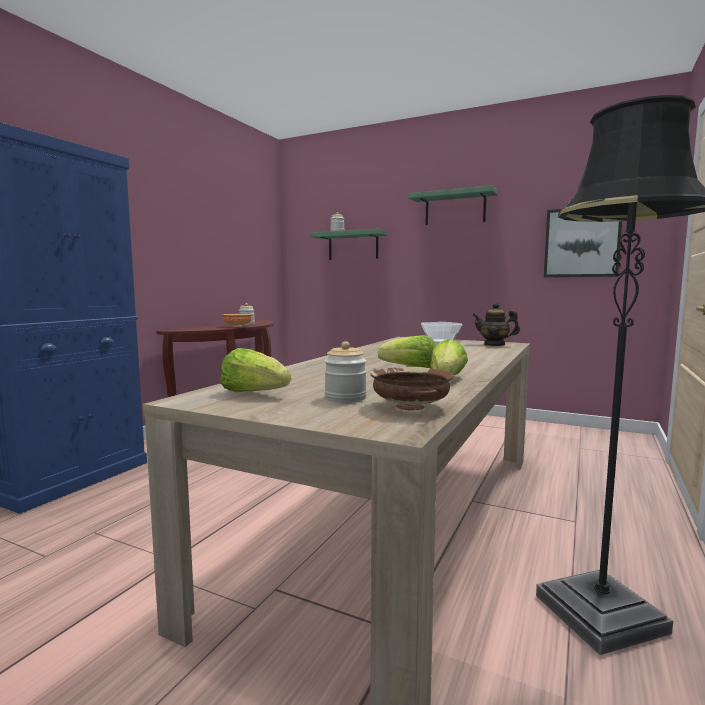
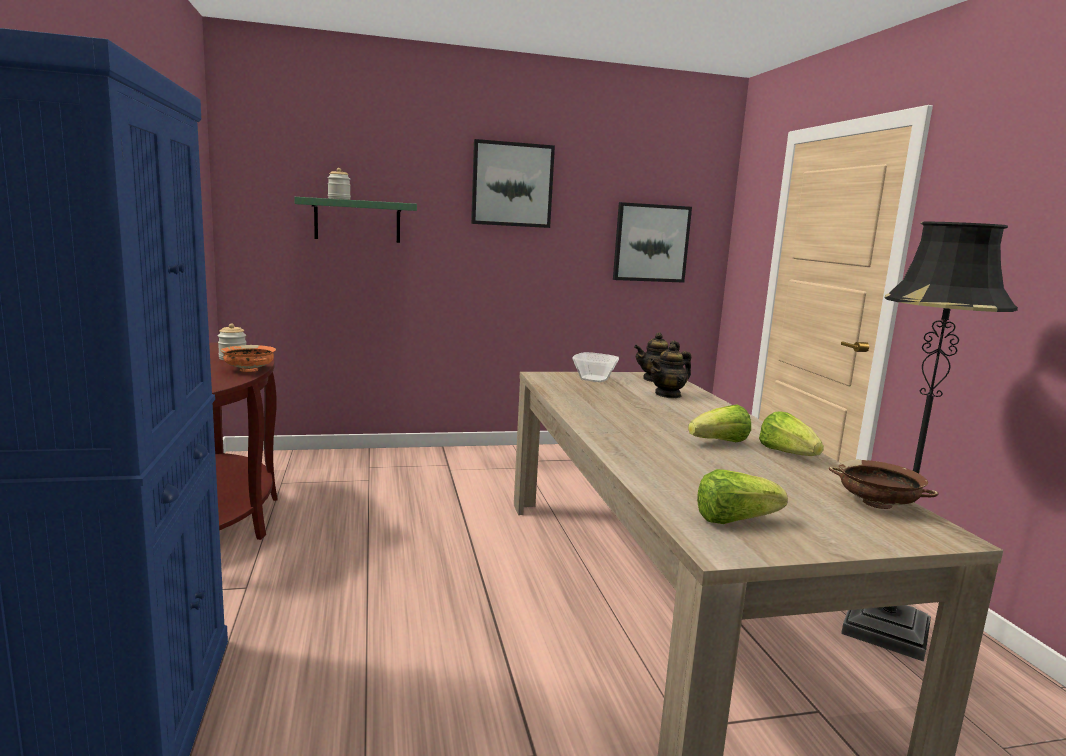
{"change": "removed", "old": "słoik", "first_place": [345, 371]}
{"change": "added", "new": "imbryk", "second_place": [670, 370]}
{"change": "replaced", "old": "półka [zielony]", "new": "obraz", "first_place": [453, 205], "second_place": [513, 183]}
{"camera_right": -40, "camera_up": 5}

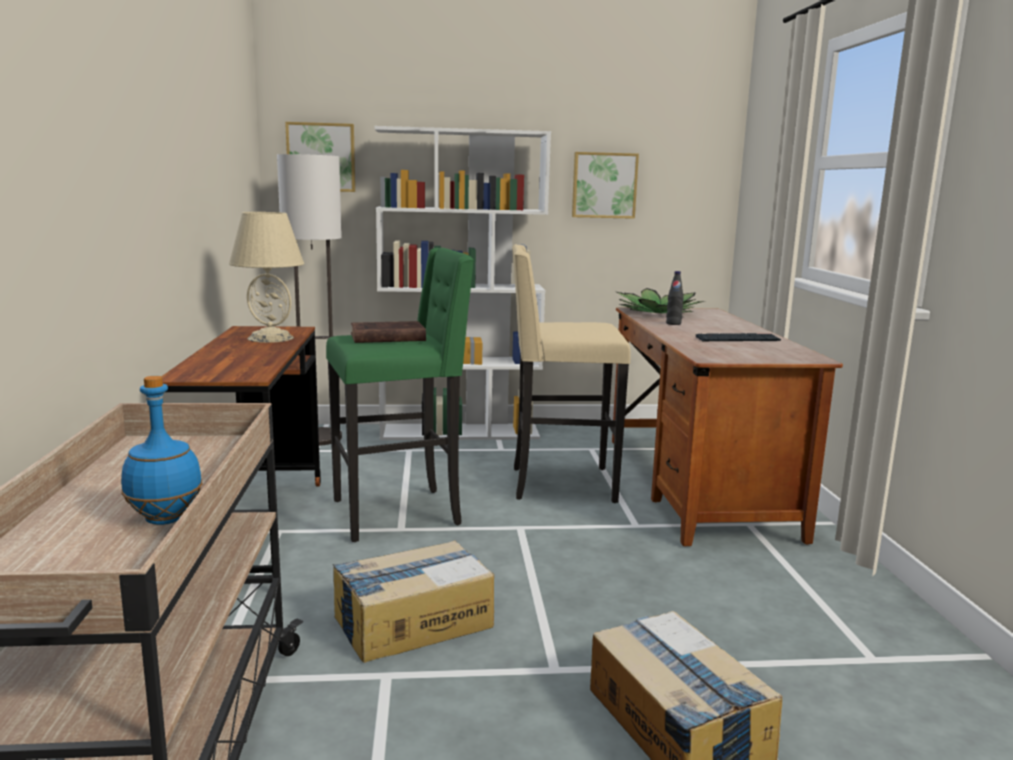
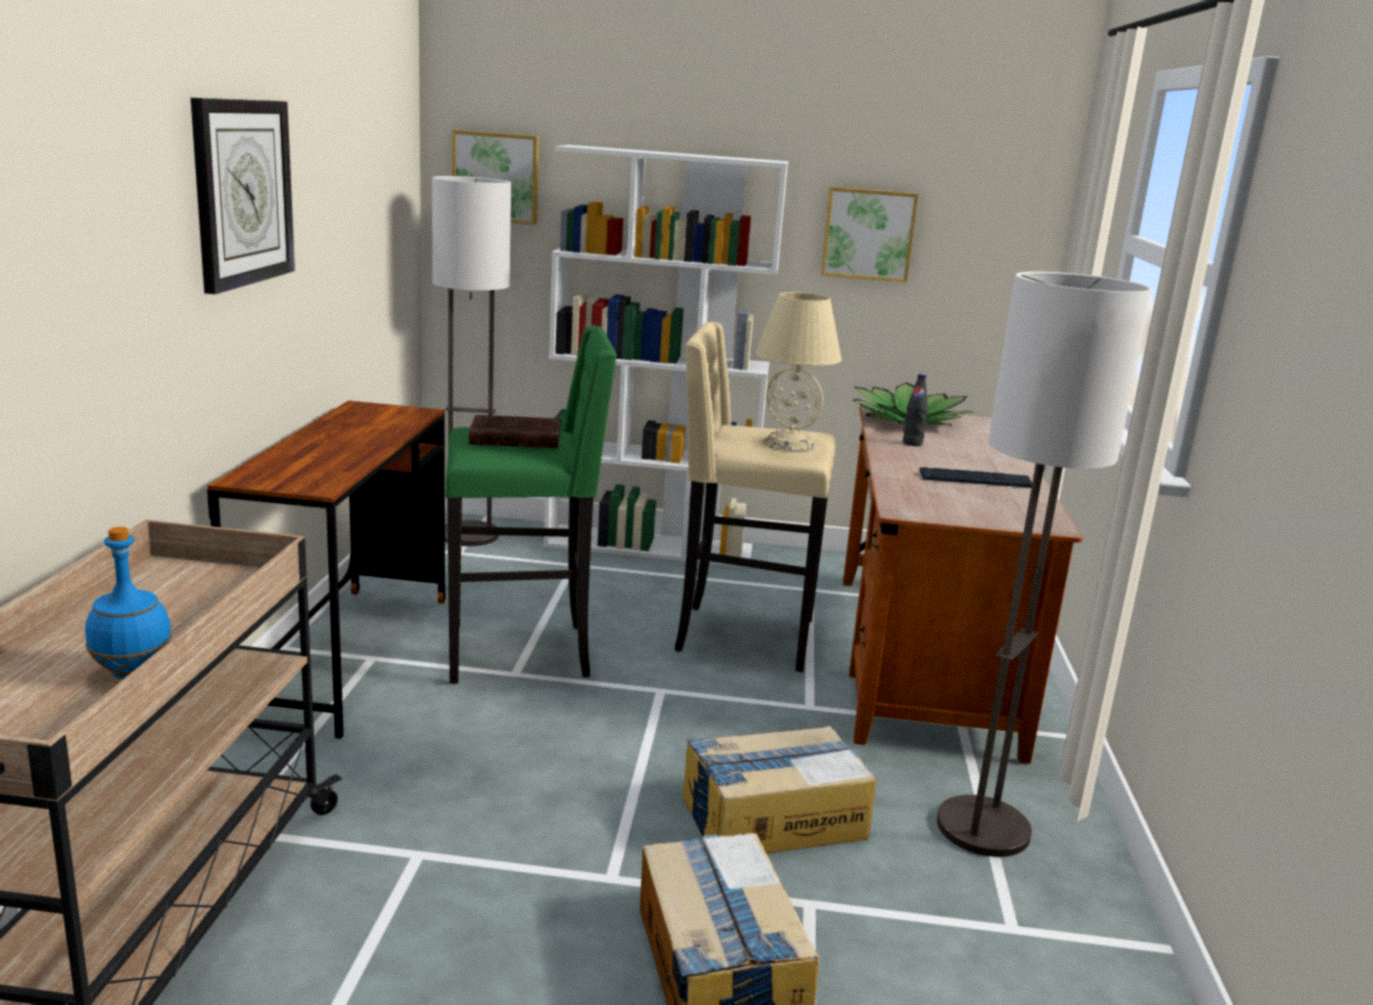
{"change": "added", "new": "zegar ścienny", "second_place": [243, 196]}
{"change": "added", "new": "lampa stojąca", "second_place": [1044, 564]}
{"change": "moved", "old": "lampa stołowa [beżowy]", "first_place": [266, 277], "second_place": [799, 371]}
{"change": "moved", "old": "karton", "first_place": [413, 601], "second_place": [779, 790]}
{"camera_right": 10, "camera_up": 5}

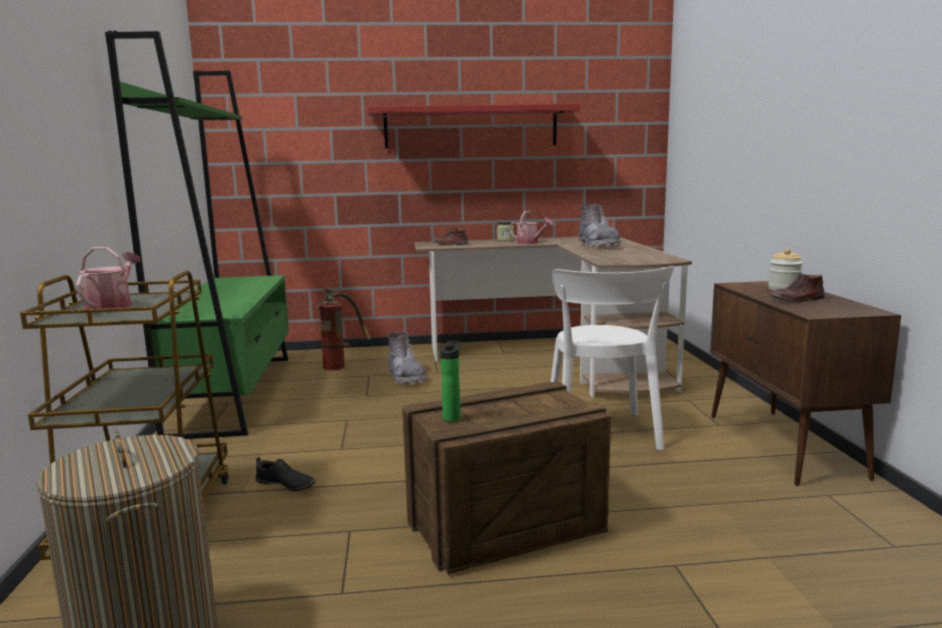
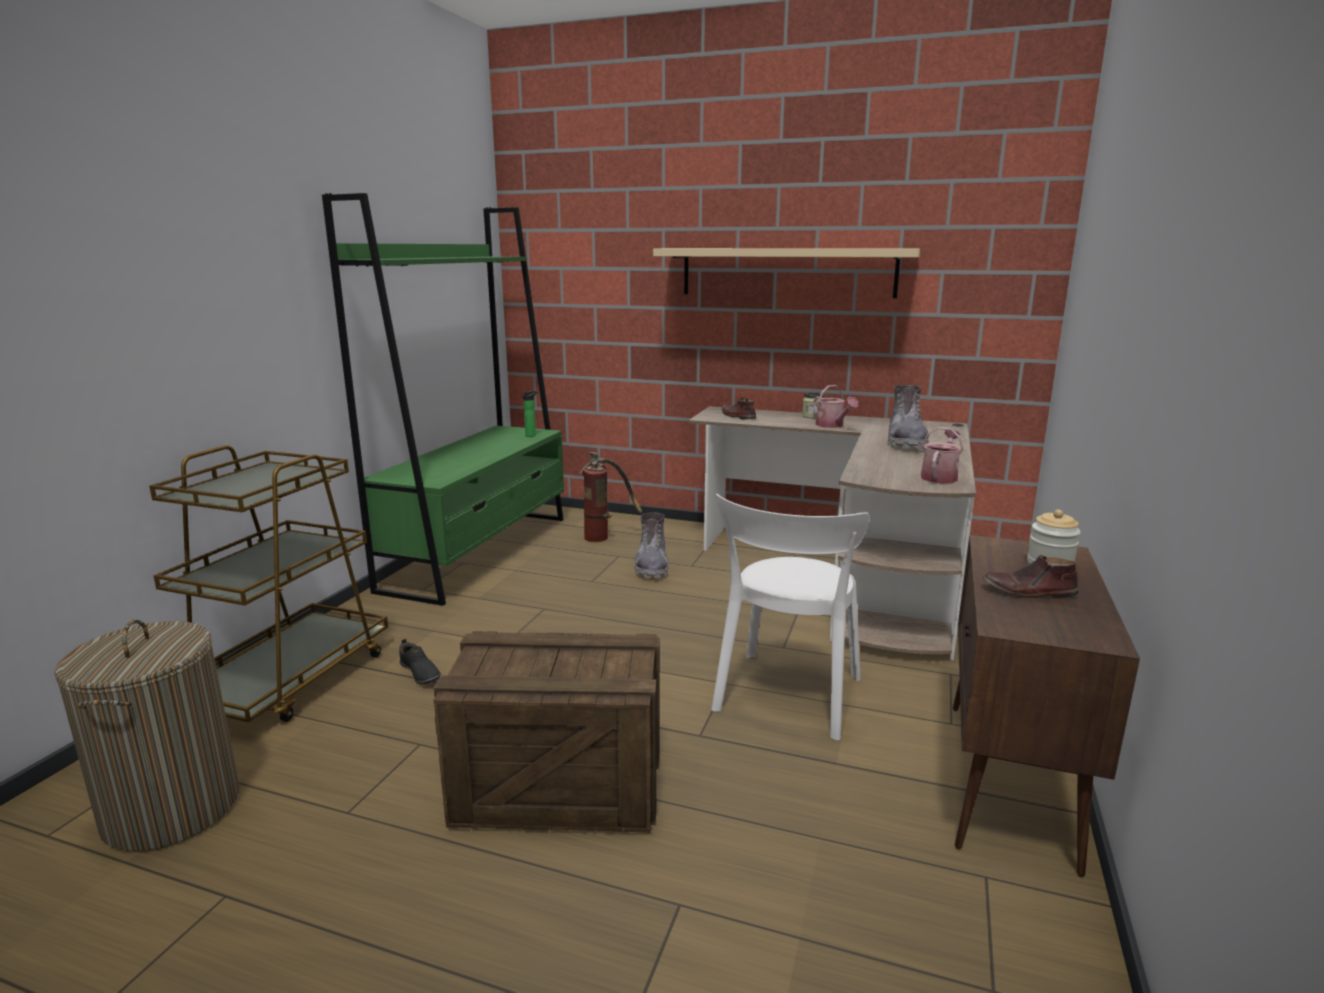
{"change": "moved", "old": "konewka", "first_place": [108, 278], "second_place": [942, 455]}
{"change": "moved", "old": "butelka", "first_place": [450, 381], "second_place": [530, 414]}
{"change": "recoloured", "old": "półka [czerwony]", "new": "półka [beżowy]", "first_place": [473, 126], "second_place": [786, 273]}
{"camera_right": 25, "camera_up": 5}

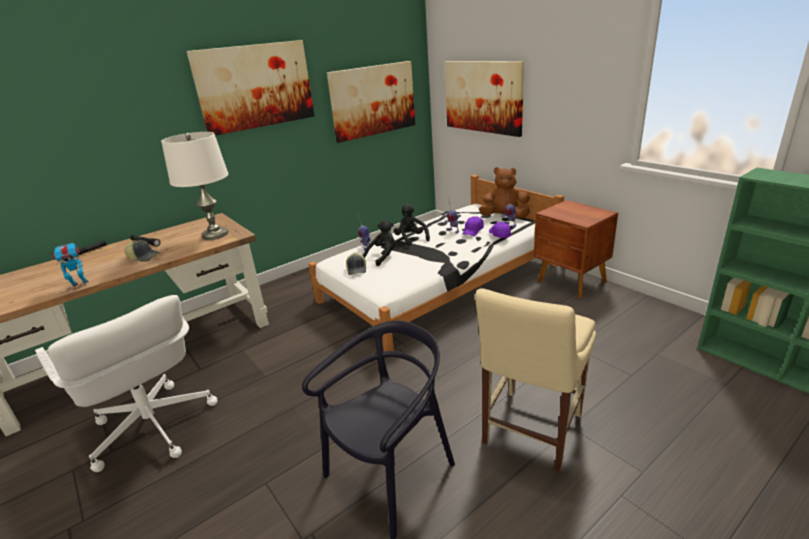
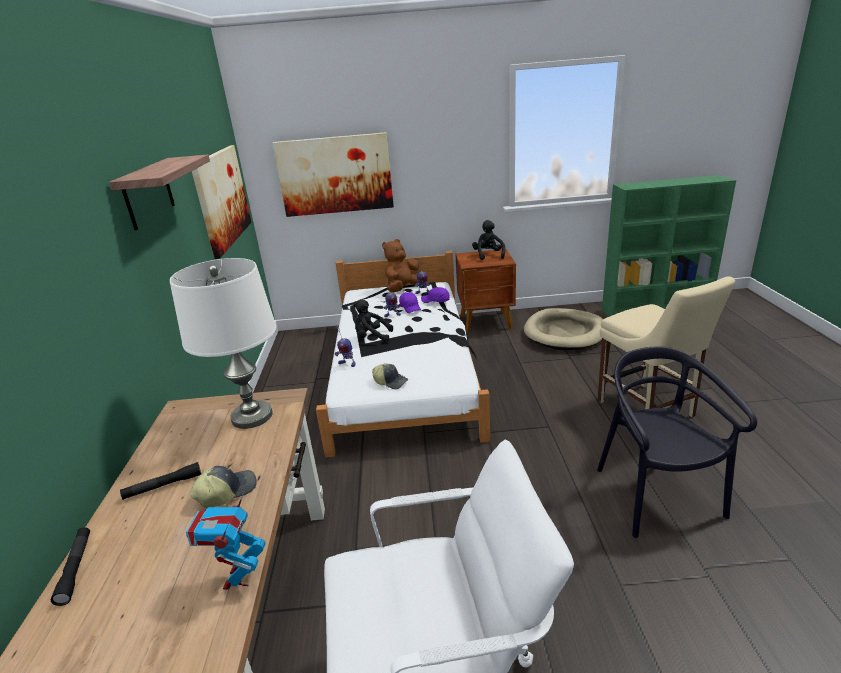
{"change": "added", "new": "legowisko [beżowy]", "second_place": [563, 329]}
{"change": "moved", "old": "pluszak [czarny]", "first_place": [379, 243], "second_place": [488, 240]}
{"change": "replaced", "old": "obraz", "new": "półka", "first_place": [250, 88], "second_place": [159, 192]}
{"camera_right": -55, "camera_up": 0}

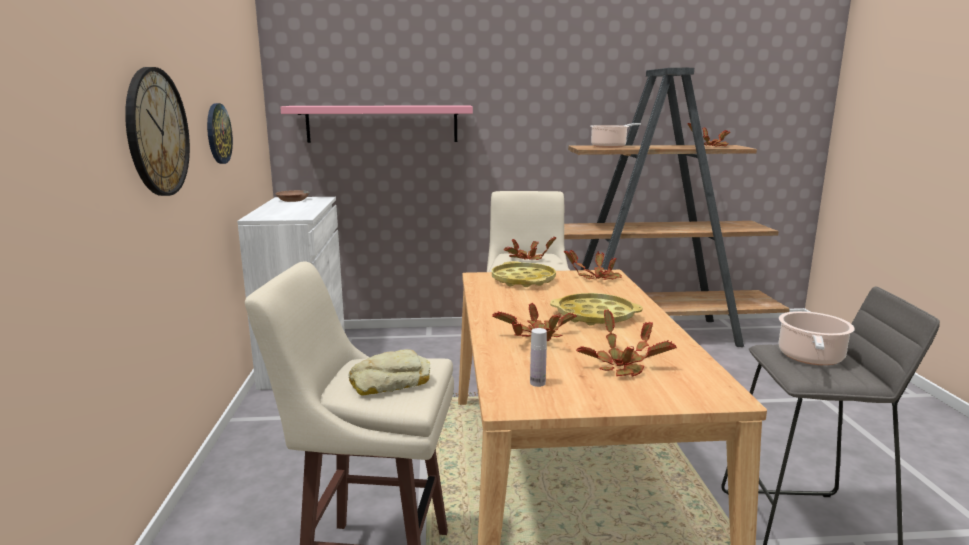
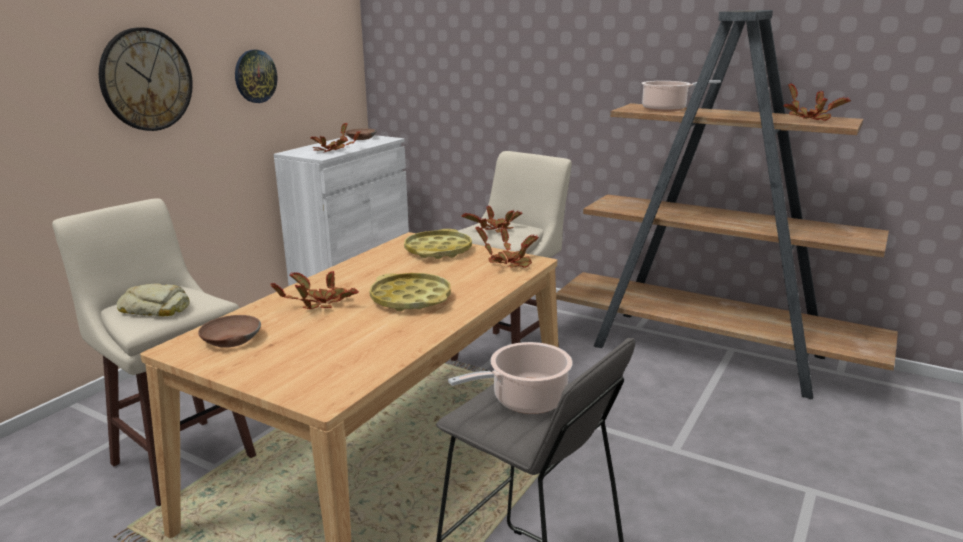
{"change": "removed", "old": "półka [różowy]", "first_place": [376, 124]}
{"change": "moved", "old": "roślina doniczkowa", "first_place": [626, 343], "second_place": [336, 138]}
{"change": "replaced", "old": "butelka [biały]", "new": "miska [brązowy]", "first_place": [538, 357], "second_place": [229, 331]}
{"camera_right": 35, "camera_up": 5}

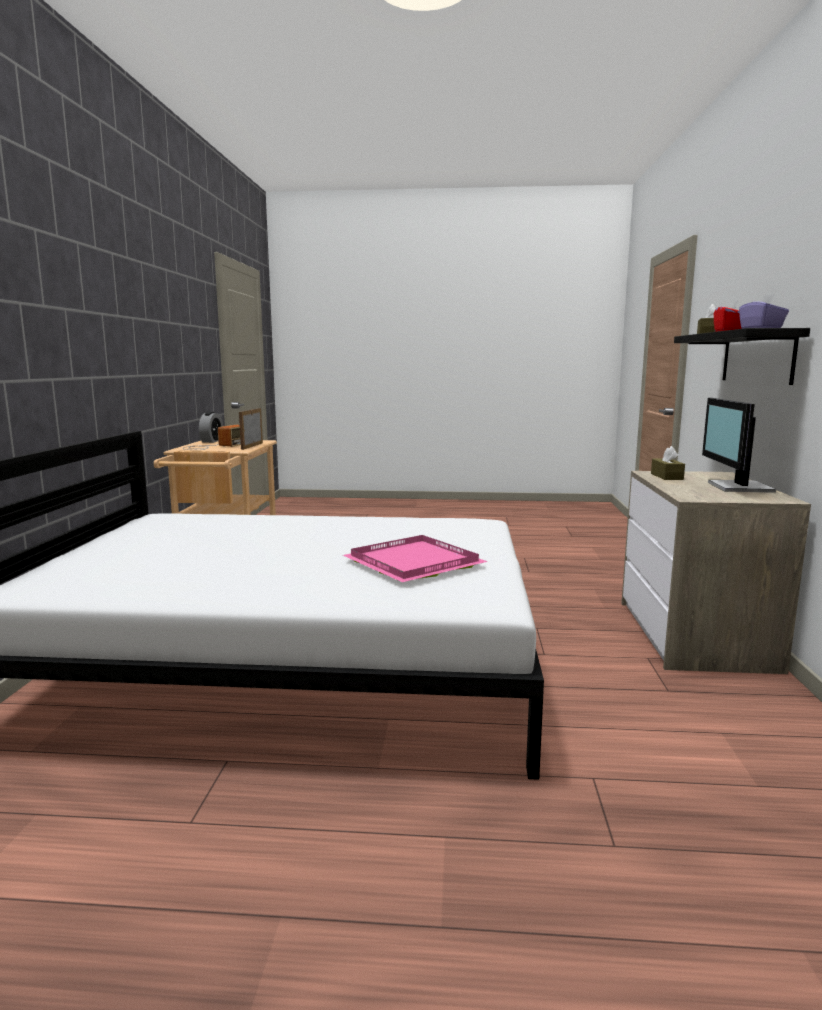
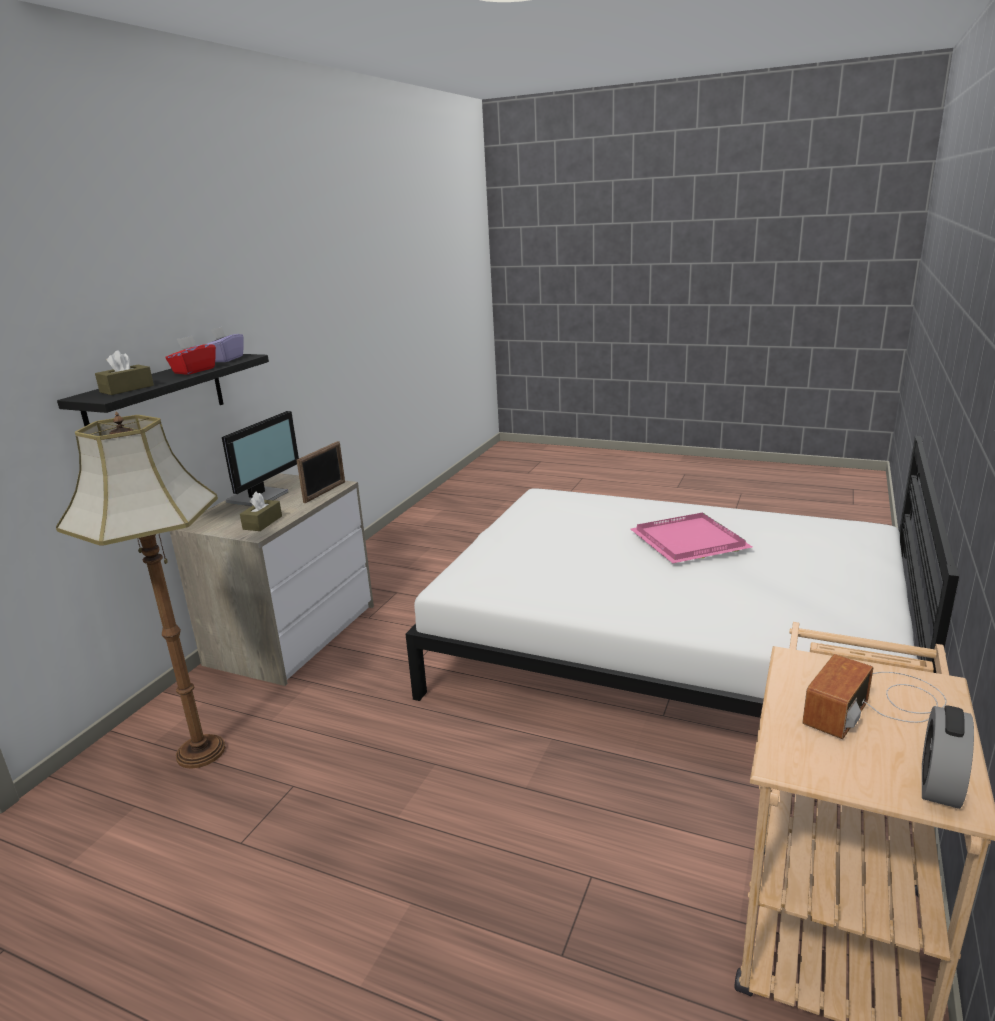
{"change": "added", "new": "lampa stojąca", "second_place": [140, 590]}
{"change": "moved", "old": "ramka na zdjęcie", "first_place": [251, 429], "second_place": [321, 472]}
{"change": "moved", "old": "taca [różowy]", "first_place": [415, 558], "second_place": [691, 538]}
{"camera_right": -160, "camera_up": 10}

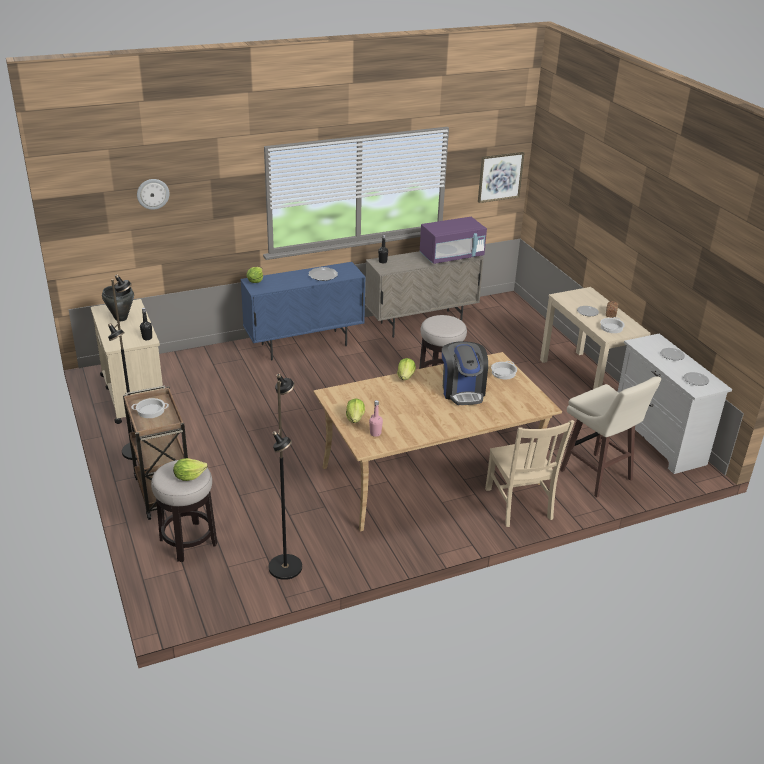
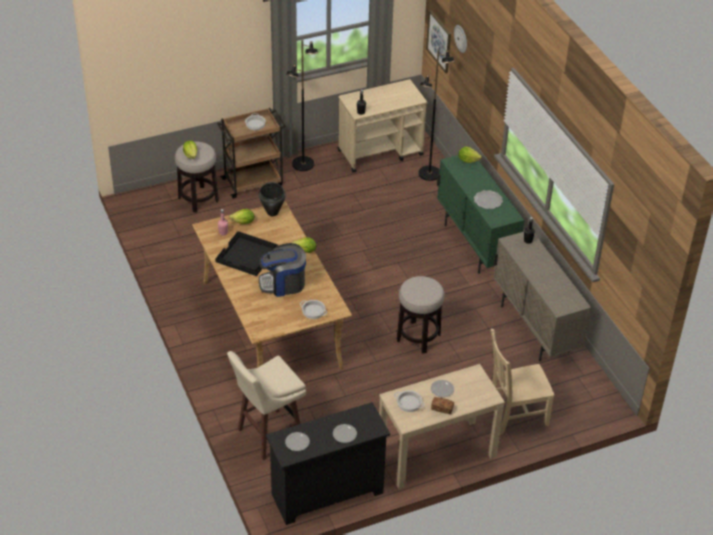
{"change": "removed", "old": "mikrofalówka [fioletowy]", "first_place": [453, 240]}
{"change": "added", "new": "taca [czarny]", "second_place": [246, 253]}
{"change": "moved", "old": "garnek [czarny]", "first_place": [118, 303], "second_place": [272, 199]}
{"change": "moved", "old": "lampa stojąca [czarny]", "first_place": [285, 477], "second_place": [436, 115]}
{"change": "moved", "old": "obraz", "first_place": [501, 177], "second_place": [438, 41]}
{"change": "moved", "old": "krzesło [beżowy]", "first_place": [530, 473], "second_place": [523, 382]}
{"change": "recoloured", "old": "szafka [niebieski]", "new": "szafka [zielony]", "first_place": [303, 311], "second_place": [481, 214]}
{"change": "recoloured", "old": "komoda [biały]", "new": "komoda [czarny]", "first_place": [675, 404], "second_place": [328, 463]}
{"camera_right": 90, "camera_up": 10}

